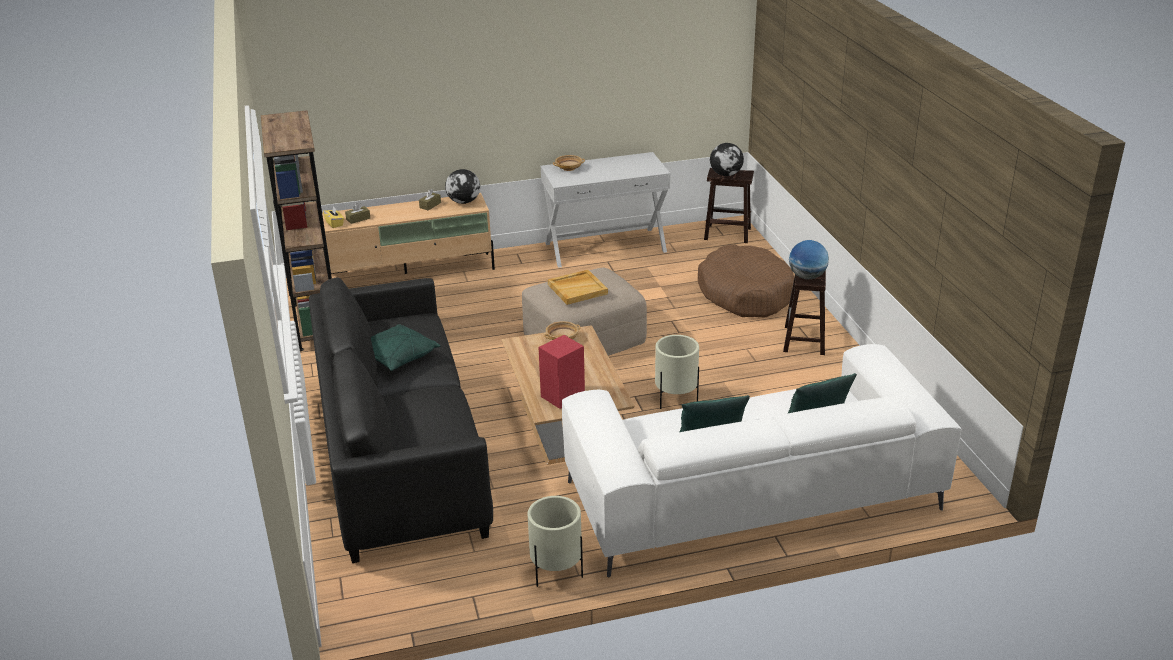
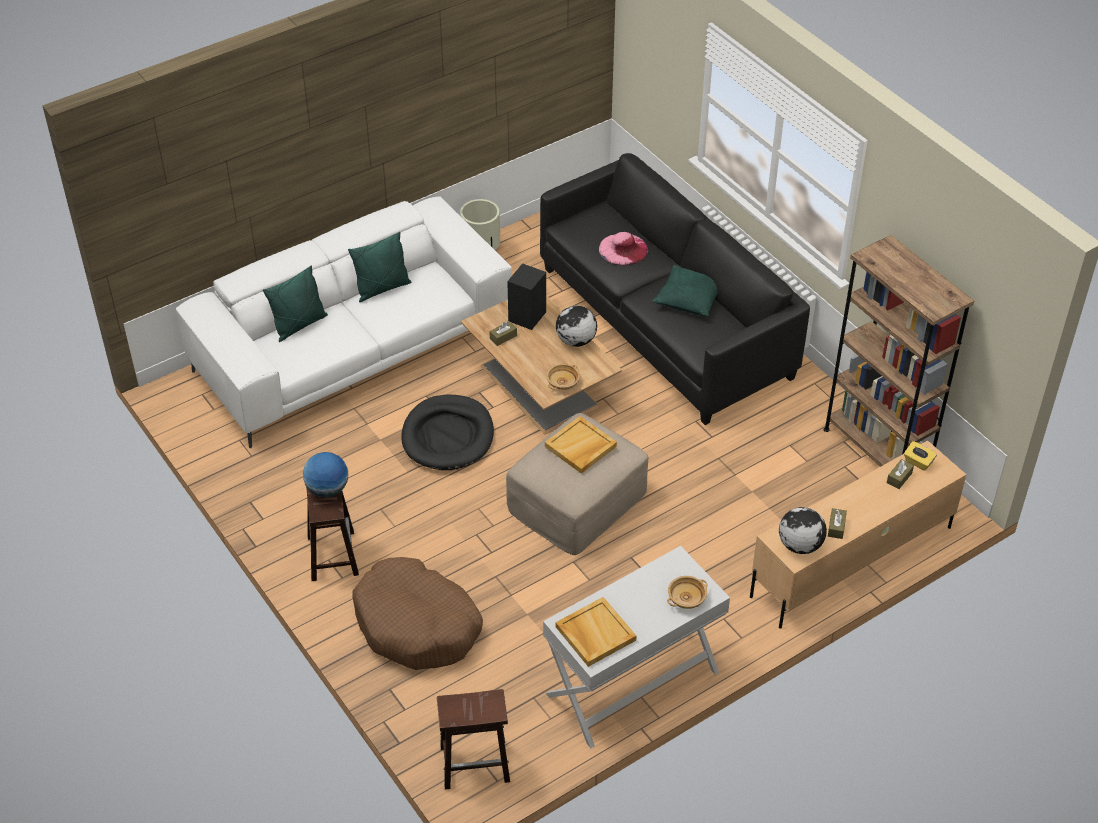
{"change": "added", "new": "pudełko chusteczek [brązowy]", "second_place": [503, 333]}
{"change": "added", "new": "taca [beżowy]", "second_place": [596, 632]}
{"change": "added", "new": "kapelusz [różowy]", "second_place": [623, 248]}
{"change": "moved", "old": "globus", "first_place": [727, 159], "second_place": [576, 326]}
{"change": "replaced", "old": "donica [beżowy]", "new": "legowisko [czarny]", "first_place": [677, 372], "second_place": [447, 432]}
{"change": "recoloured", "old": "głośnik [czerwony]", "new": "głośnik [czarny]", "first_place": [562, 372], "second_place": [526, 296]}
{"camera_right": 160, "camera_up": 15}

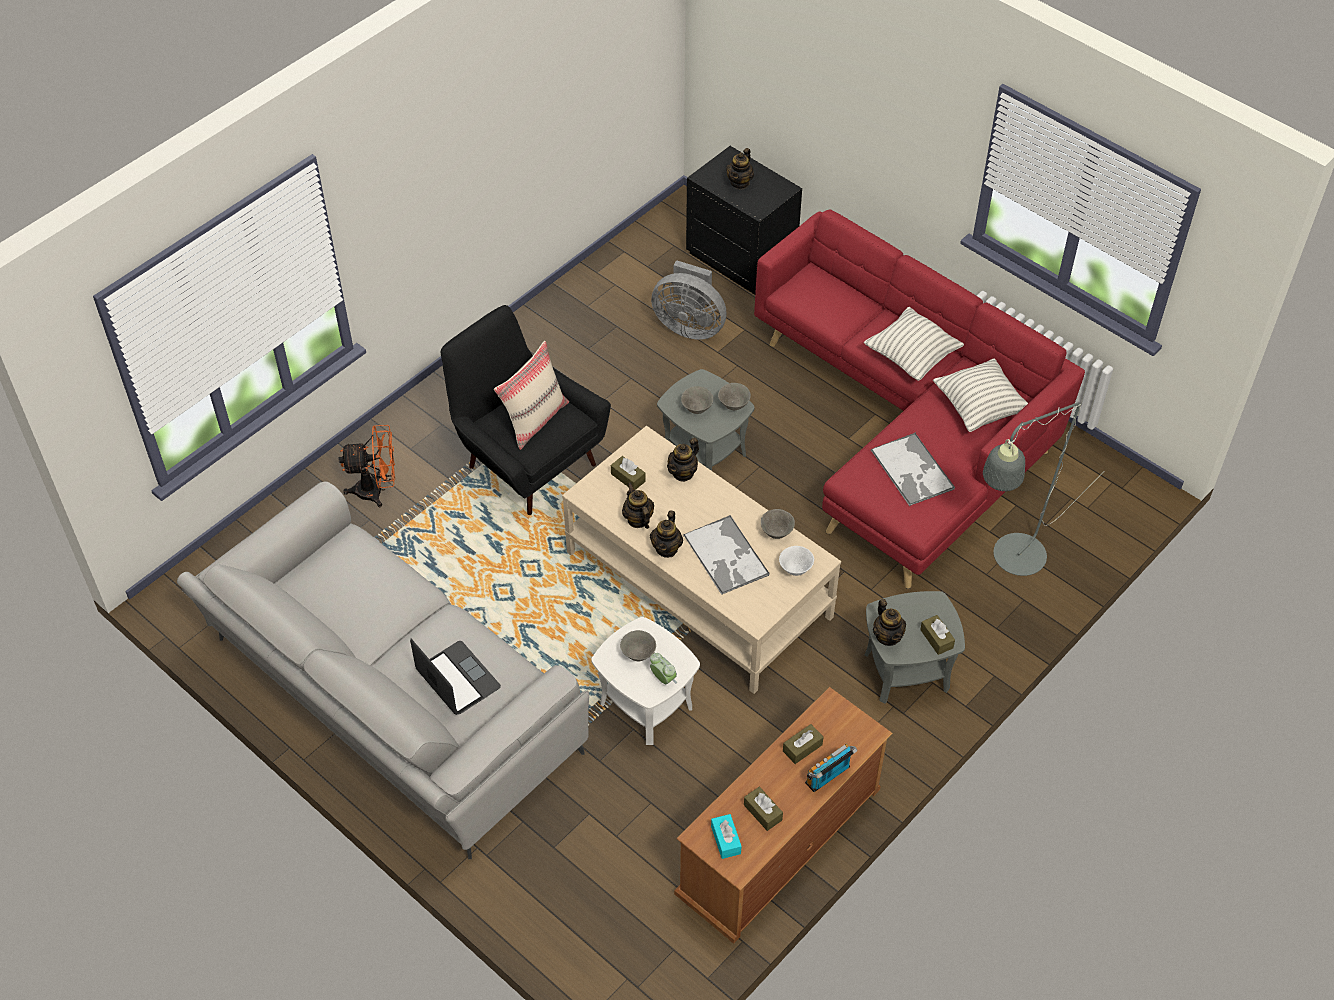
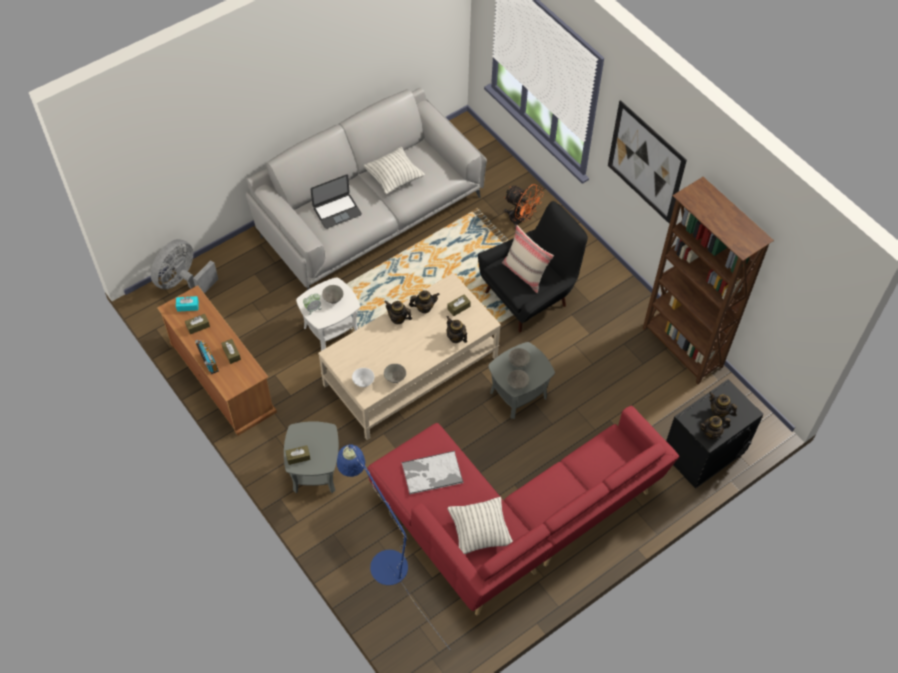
{"change": "removed", "old": "taca", "first_place": [726, 555]}
{"change": "added", "new": "obraz", "second_place": [647, 162]}
{"change": "added", "new": "regał [brązowy]", "second_place": [708, 280]}
{"change": "moved", "old": "wentylator [szary]", "first_place": [688, 300], "second_place": [184, 266]}
{"change": "moved", "old": "poduszka", "first_place": [914, 344], "second_place": [394, 170]}
{"change": "moved", "old": "imbryk", "first_place": [889, 622], "second_place": [714, 428]}
{"change": "recoloured", "old": "lampa stojąca [szary]", "new": "lampa stojąca [niebieski]", "first_place": [1043, 489], "second_place": [393, 546]}
{"change": "turned", "old": "wentylator [pomarańczowy]", "first_place": [367, 466], "second_place": [524, 207], "degrees": -60}
{"camera_right": 100, "camera_up": 5}

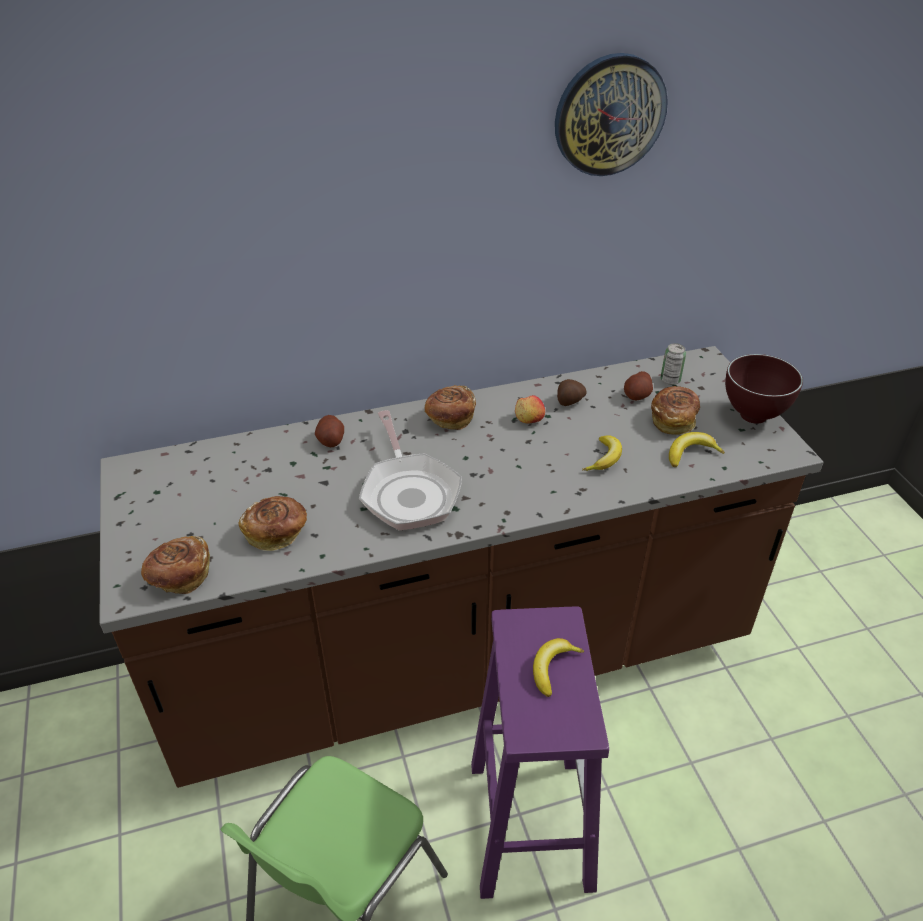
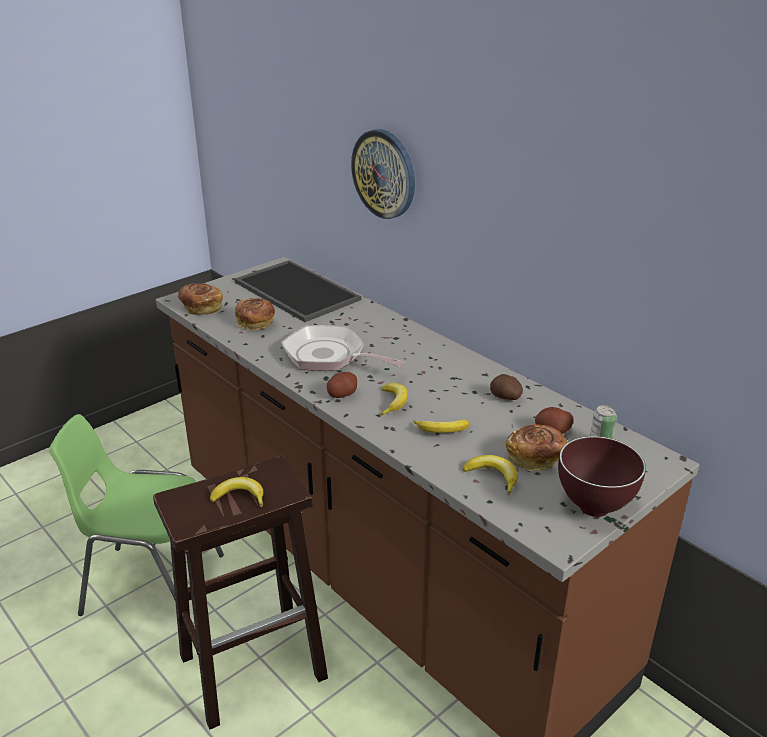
{"change": "removed", "old": "chleb", "first_place": [450, 407]}
{"change": "removed", "old": "jabłko", "first_place": [530, 409]}
{"change": "added", "new": "taca", "second_place": [297, 291]}
{"change": "added", "new": "banan", "second_place": [393, 399]}
{"change": "moved", "old": "ziemniak", "first_place": [329, 431], "second_place": [342, 385]}
{"change": "moved", "old": "zegar ścienny", "first_place": [611, 114], "second_place": [383, 174]}
{"change": "recoloured", "old": "stołek [fioletowy]", "new": "stołek [brązowy]", "first_place": [540, 752], "second_place": [240, 592]}
{"change": "turned", "old": "patelnia", "first_place": [410, 470], "second_place": [342, 348], "degrees": 75}
{"camera_right": 65, "camera_up": -10}

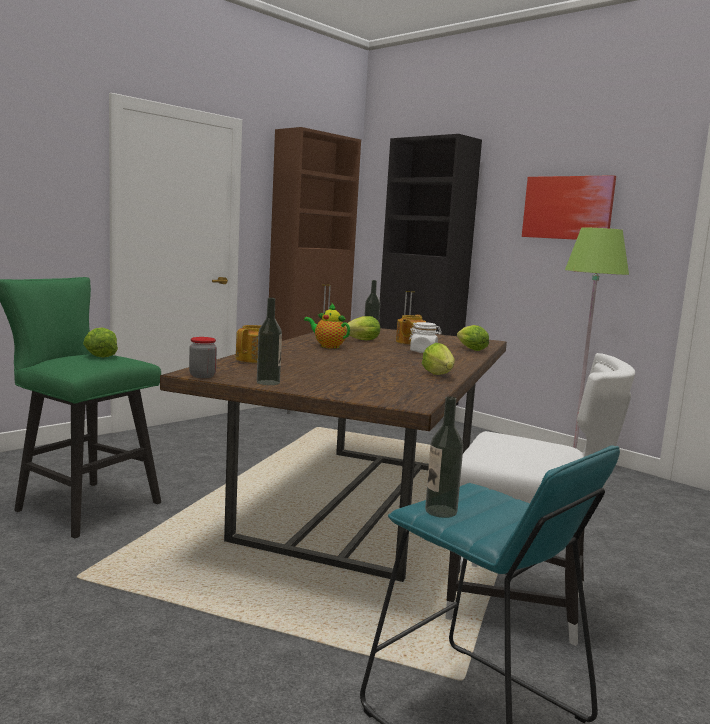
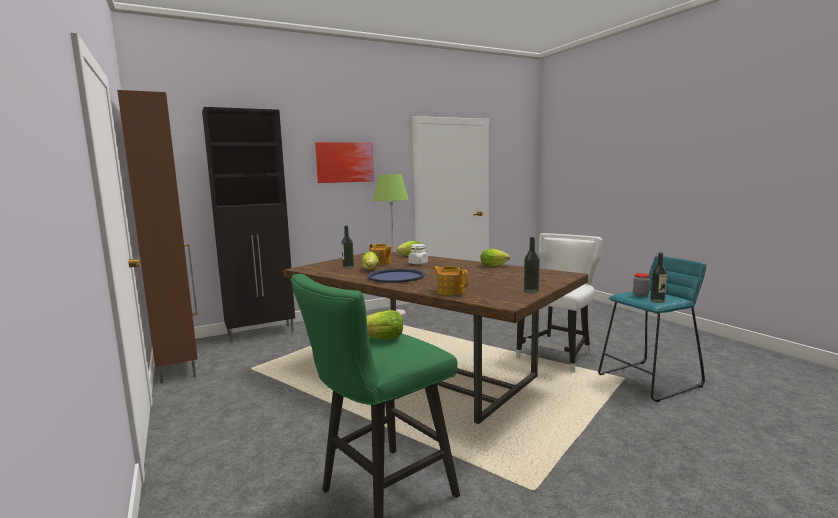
{"change": "moved", "old": "słoik", "first_place": [203, 357], "second_place": [641, 285]}
{"change": "replaced", "old": "imbryk", "new": "taca [niebieski]", "first_place": [327, 326], "second_place": [396, 275]}
{"camera_right": -70, "camera_up": 0}

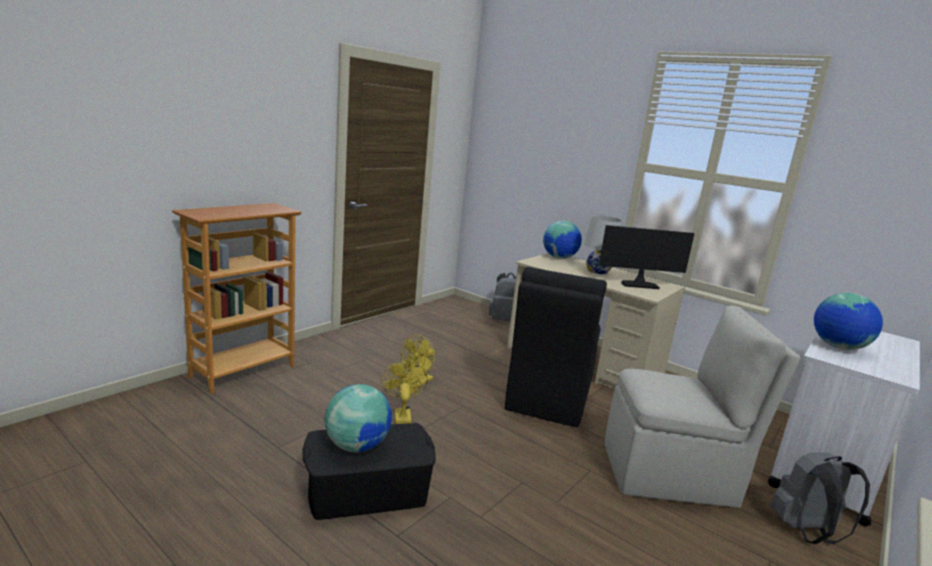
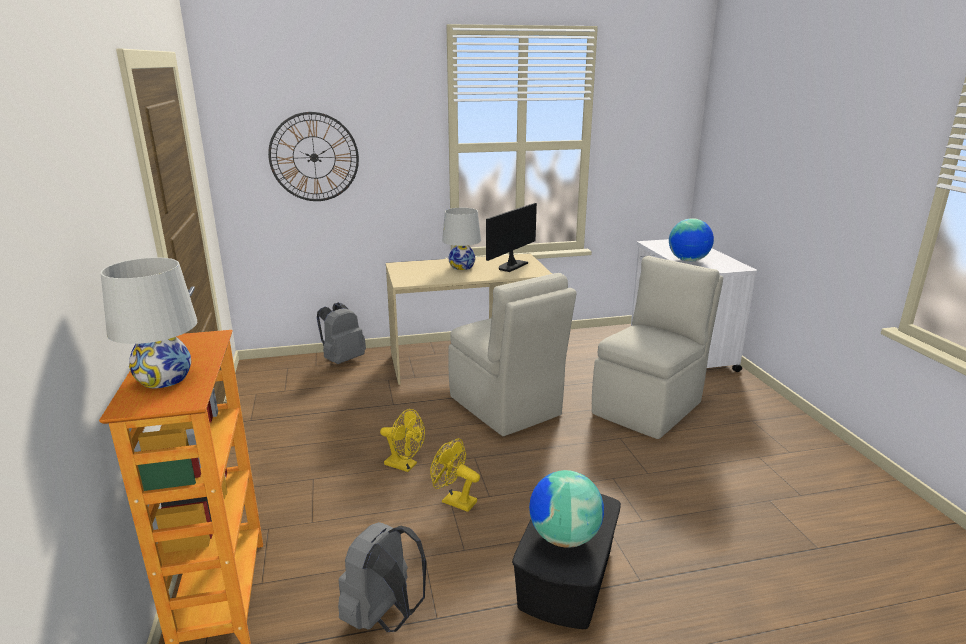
{"change": "removed", "old": "globus", "first_place": [562, 240]}
{"change": "added", "new": "lampa stołowa [biały]", "second_place": [149, 323]}
{"change": "added", "new": "zegar ścienny", "second_place": [313, 156]}
{"change": "moved", "old": "plecak [szary]", "first_place": [820, 498], "second_place": [382, 577]}
{"change": "recoloured", "old": "krzesło [czarny]", "new": "krzesło [beżowy]", "first_place": [556, 347], "second_place": [512, 354]}
{"change": "turned", "old": "wentylator [żółty]", "first_place": [418, 361], "second_place": [402, 440], "degrees": -45}
{"camera_right": -50, "camera_up": 5}

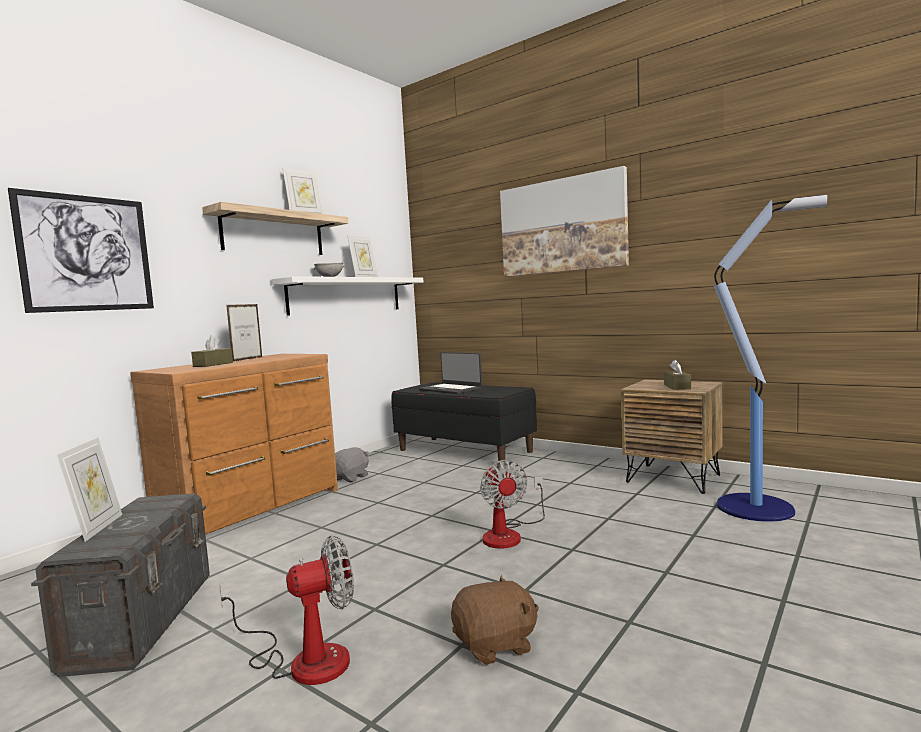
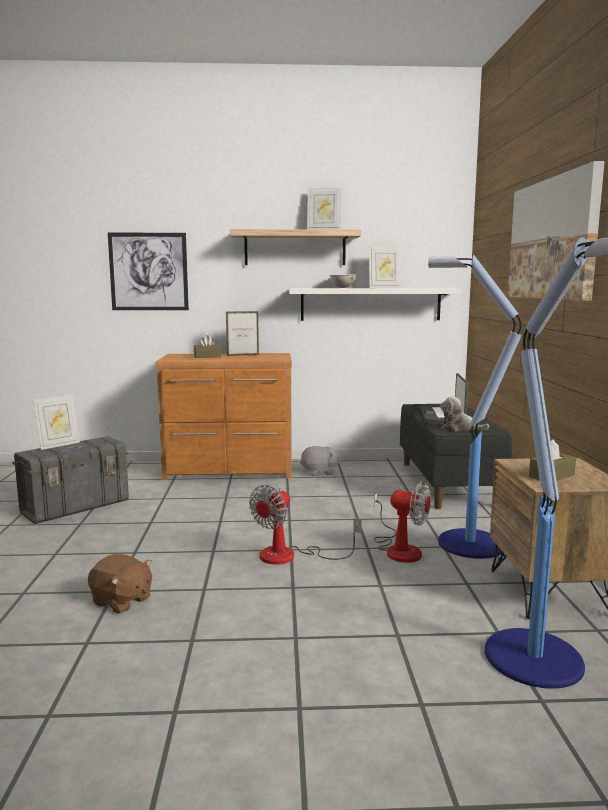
{"change": "added", "new": "lampa stojąca", "second_place": [475, 407]}
{"change": "added", "new": "pluszak", "second_place": [464, 413]}
{"change": "moved", "old": "wentylator", "first_place": [286, 610], "second_place": [402, 522]}
{"camera_right": 50, "camera_up": 5}

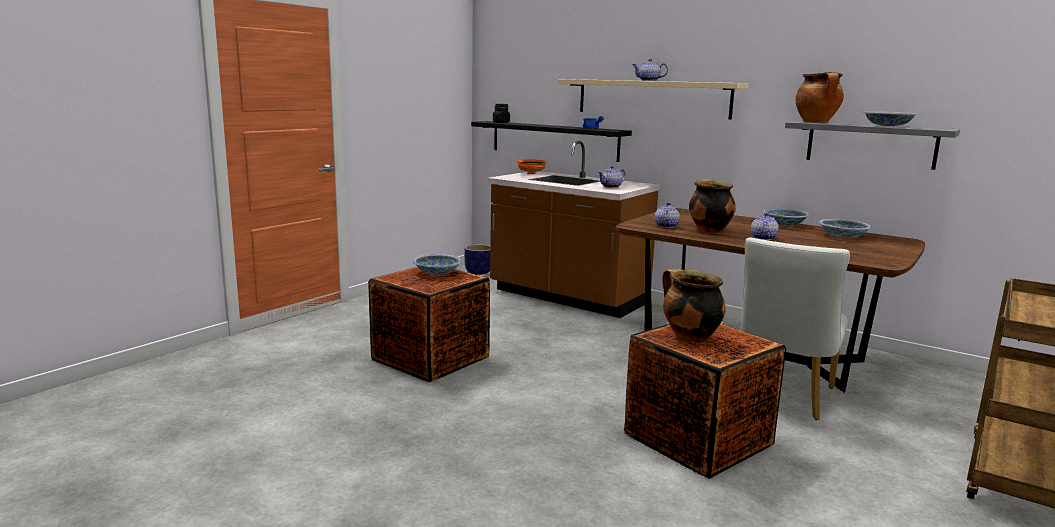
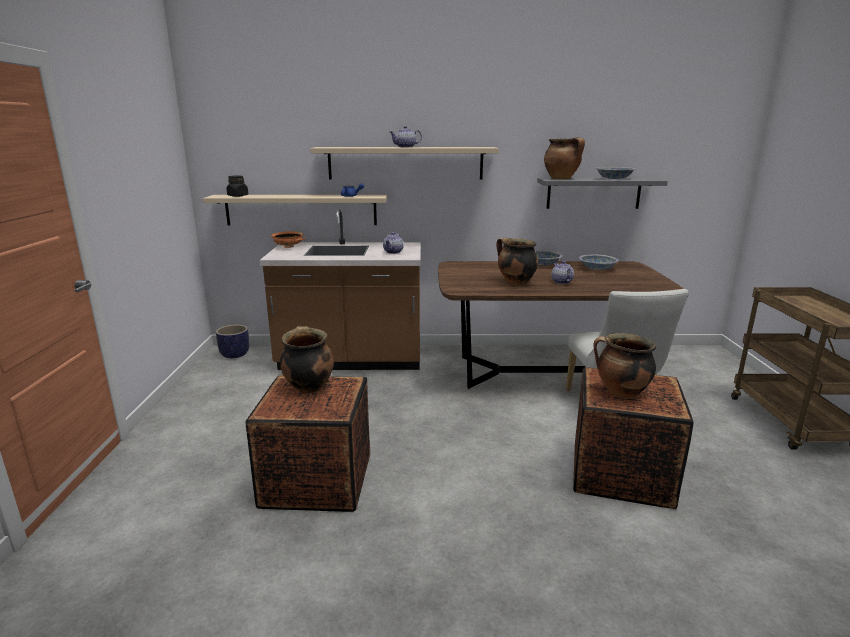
{"change": "removed", "old": "imbryk", "first_place": [667, 215]}
{"change": "replaced", "old": "miska", "new": "garnek", "first_place": [437, 264], "second_place": [307, 360]}
{"change": "recoloured", "old": "półka [czarny]", "new": "półka [beżowy]", "first_place": [551, 141], "second_place": [295, 210]}
{"camera_right": -35, "camera_up": 5}

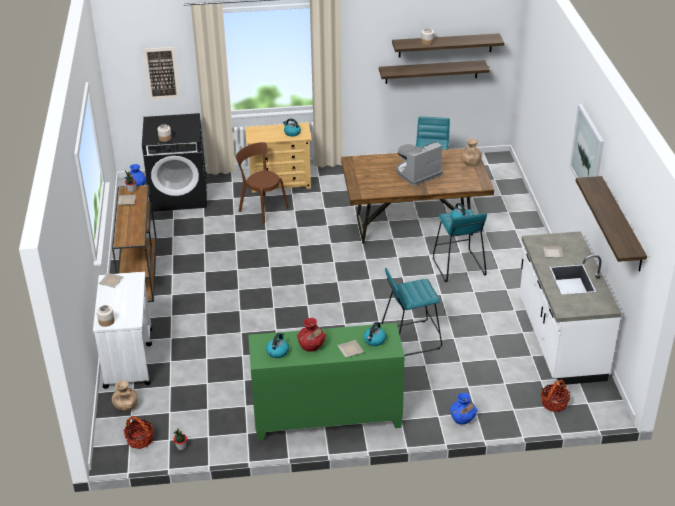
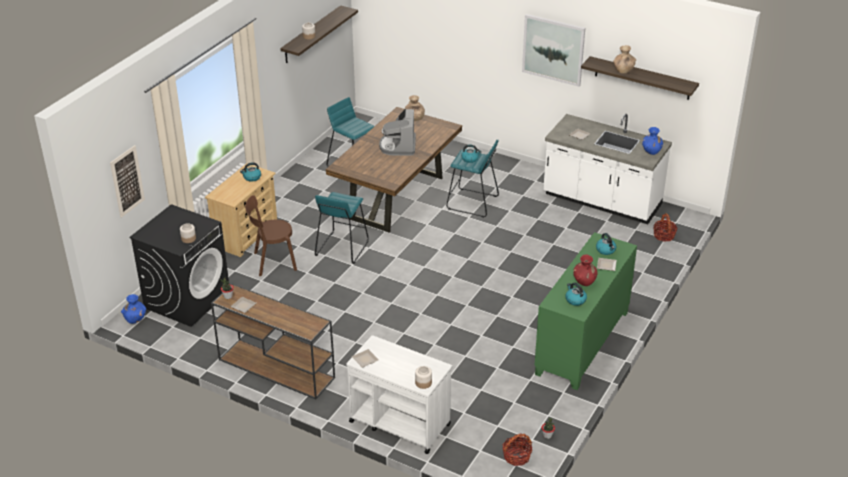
{"change": "removed", "old": "półka", "first_place": [434, 72]}
{"change": "moved", "old": "wazon [brązowy]", "first_place": [125, 396], "second_place": [624, 59]}
{"change": "moved", "old": "stołek [turkusowy]", "first_place": [411, 312], "second_place": [341, 228]}
{"change": "moved", "old": "wazon [niebieski]", "first_place": [464, 408], "second_place": [652, 141]}
{"camera_right": -55, "camera_up": 0}

